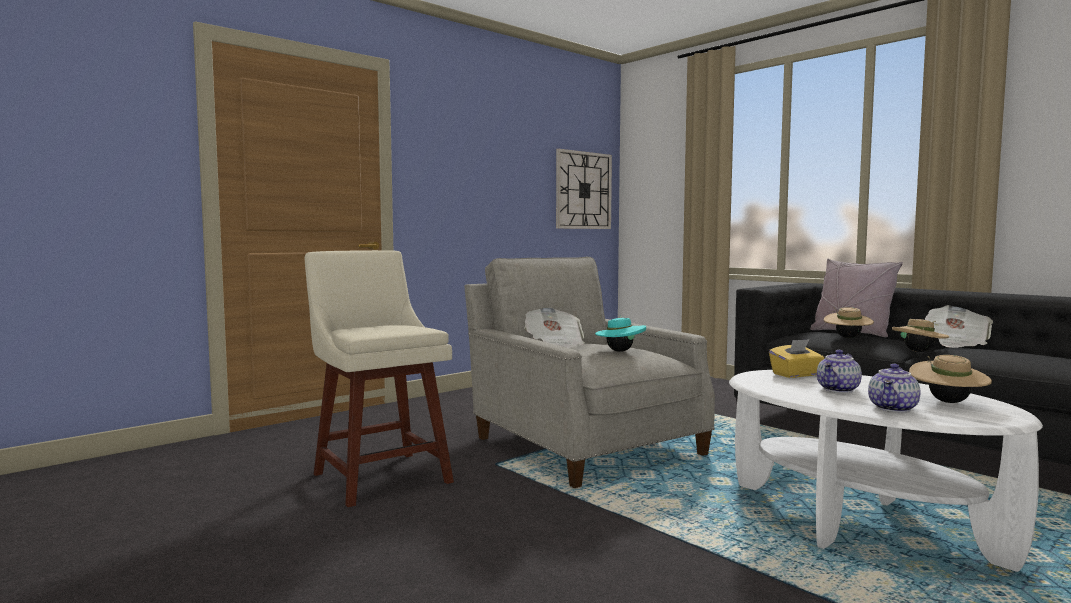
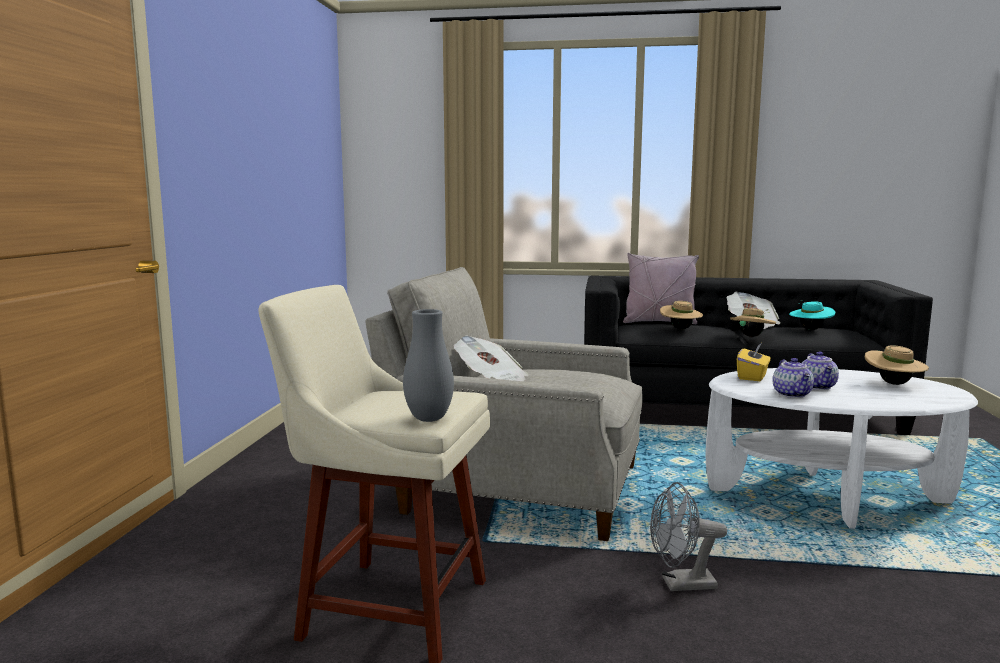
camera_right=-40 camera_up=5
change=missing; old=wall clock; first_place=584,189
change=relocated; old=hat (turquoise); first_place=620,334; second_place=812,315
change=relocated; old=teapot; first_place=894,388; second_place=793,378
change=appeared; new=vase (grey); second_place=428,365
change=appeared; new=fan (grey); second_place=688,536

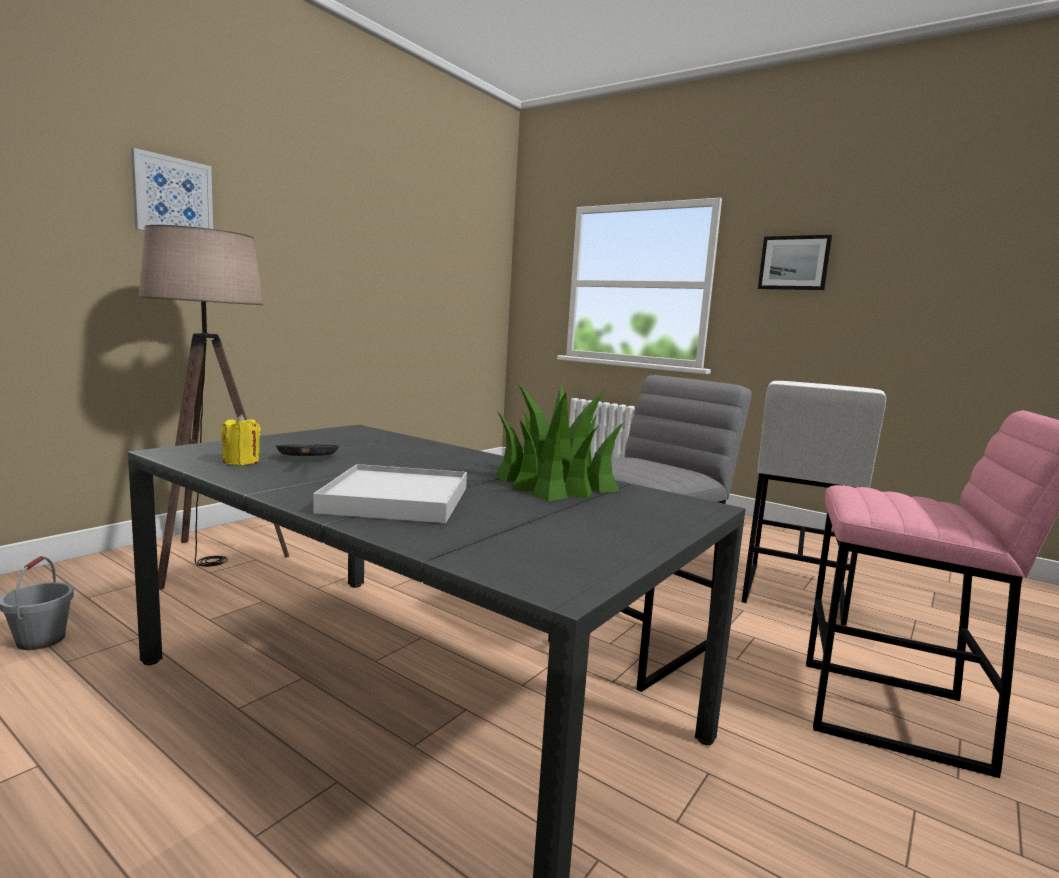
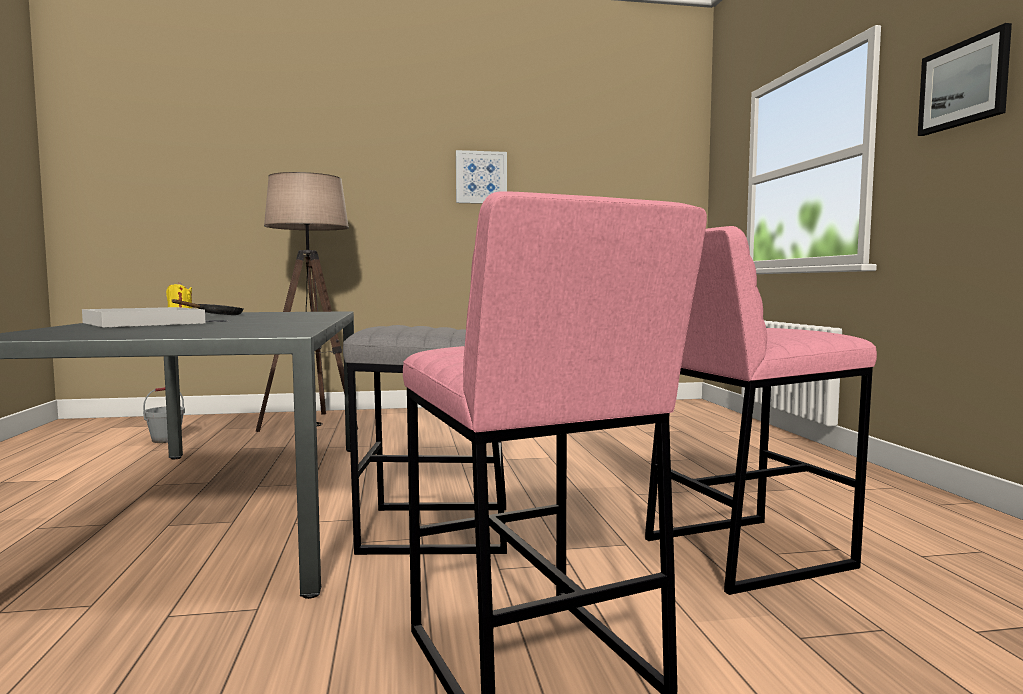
camera_right=45 camera_up=-5
change=relocated; old=picture; first_place=172,189; second_place=481,177
change=colour; old=stool (white); new=stool (pink); first_place=814,503; second_place=761,410
change=missing; old=potted plant; first_place=558,442

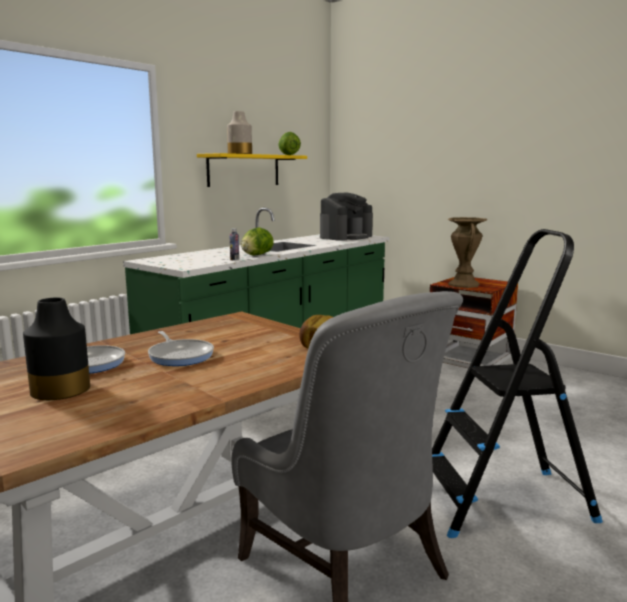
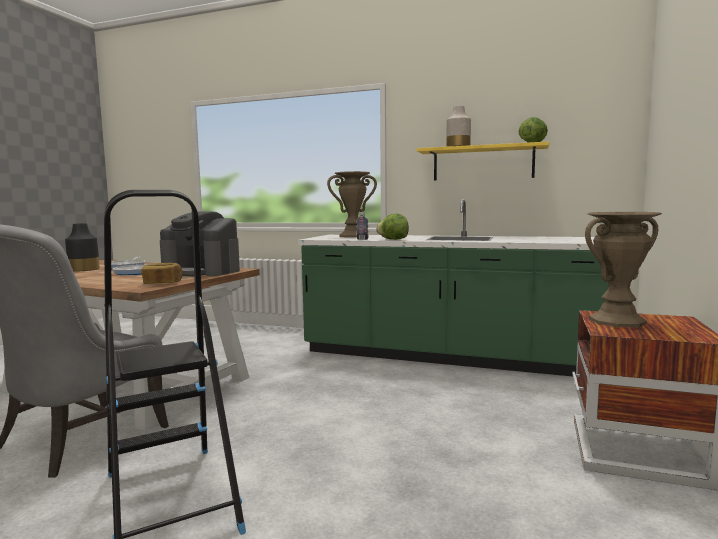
camera_right=70 camera_up=-5
change=relocated; old=coffee machine; first_place=346,216; second_place=200,243
change=appeared; new=vase (brown); second_place=352,204

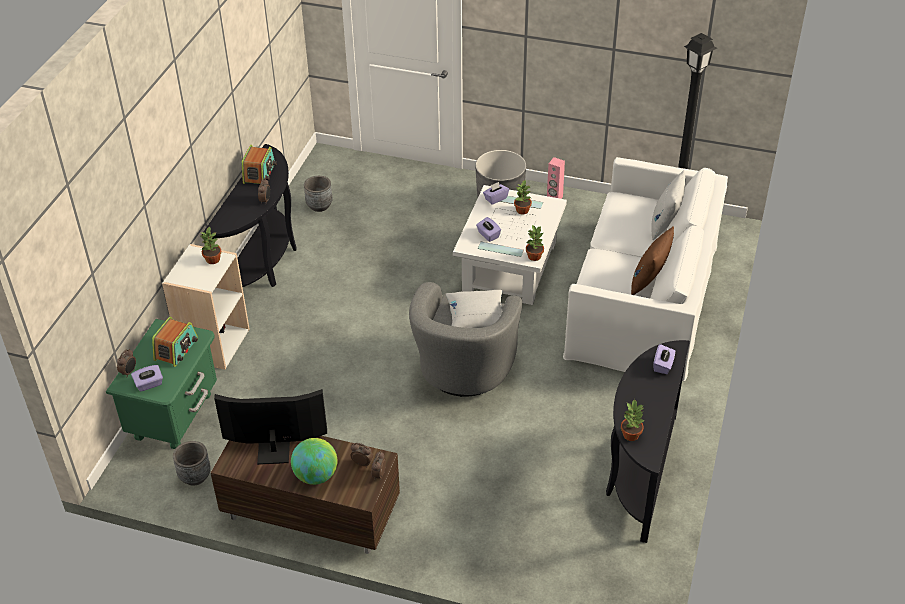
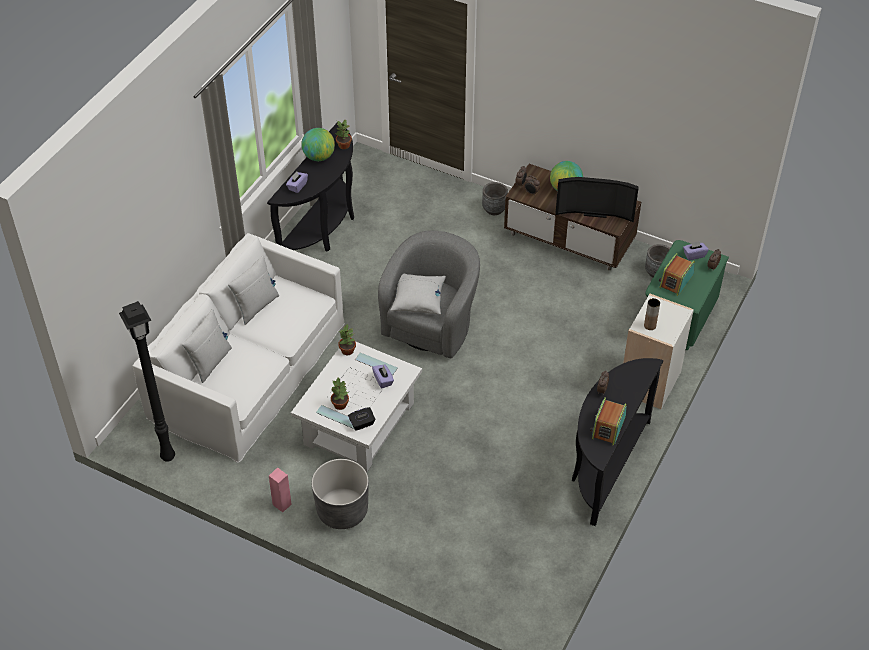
camera_right=-170 camera_up=5
change=relocated; old=planter (grey); first_place=318,194; second_place=495,198
change=colour; old=tissue box (purple); new=tissue box (black); first_place=496,193; second_place=361,419
change=colour; old=pillow (brown); new=pillow (grey); first_place=652,260; second_place=253,290
change=exchanged; old=potted plant; new=vase (brown); first_place=211,245; second_place=652,314
change=appeared; new=globe; second_place=318,144

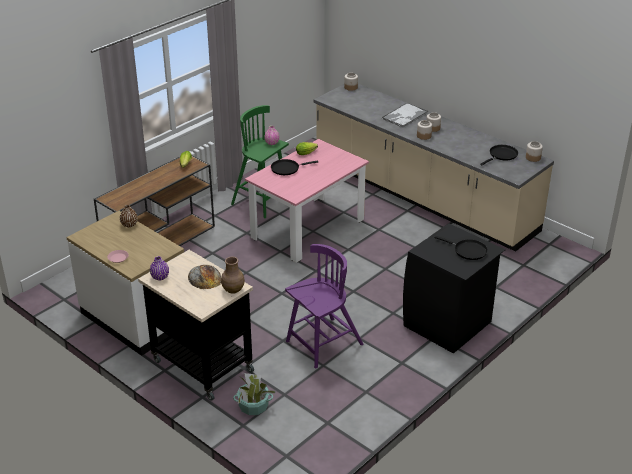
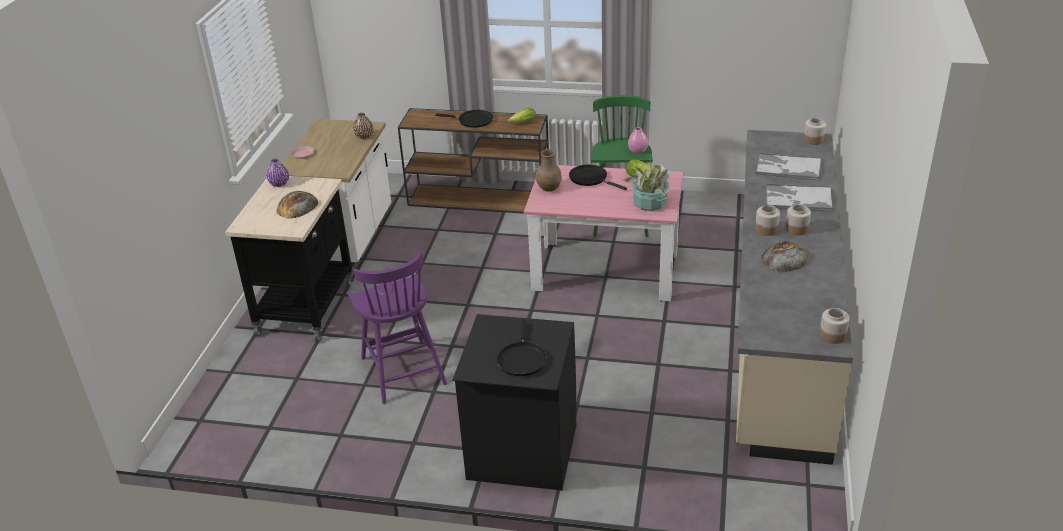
camera_right=60 camera_up=0
change=relocated; old=frying pan (black); first_place=499,155; second_place=464,119
change=spun; old=chair (purple); first_place=324,306; second_place=397,327; degrees=45
change=relocated; old=vase (brown); first_place=233,275; second_place=549,170
change=relocated; old=potted plant; first_place=254,394; second_place=646,186
change=appeared; new=tray; second_place=789,166
change=appeared; new=bread; second_place=784,256

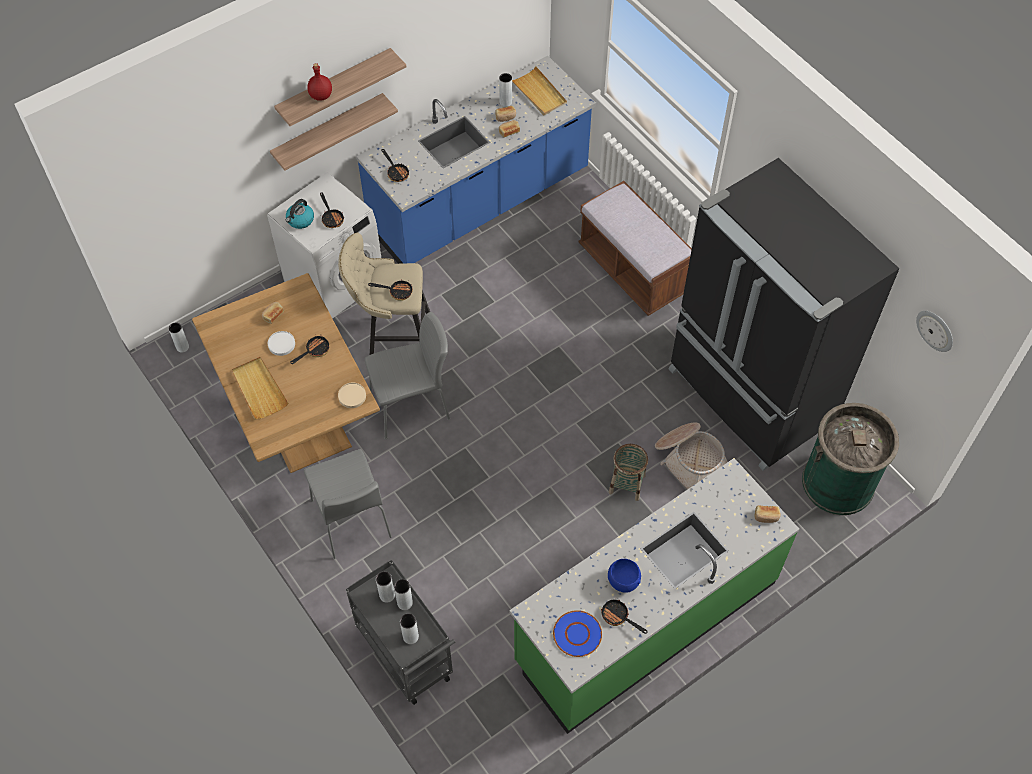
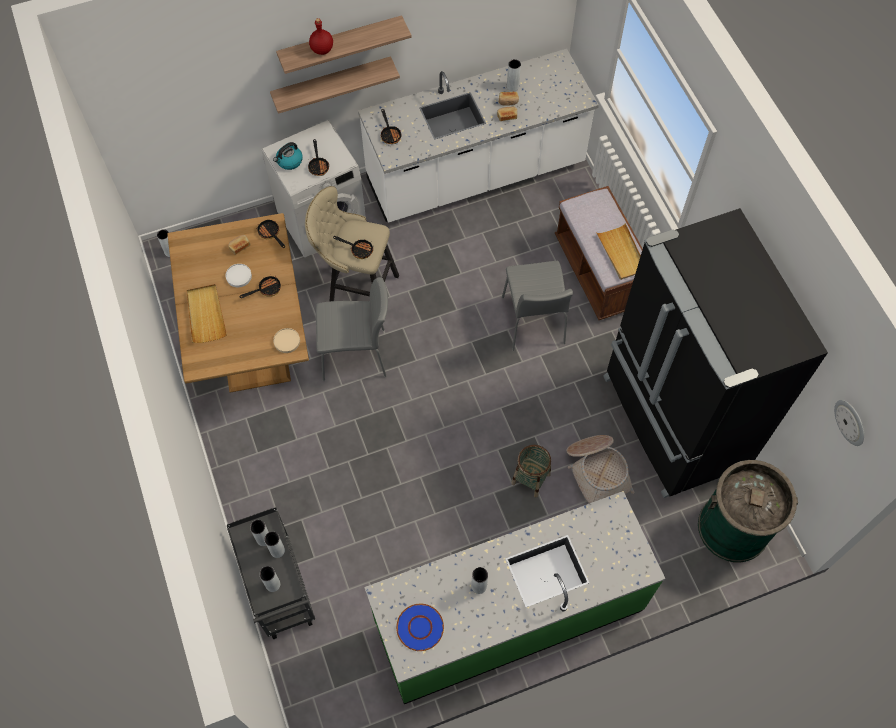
camera_right=15 camera_up=5
change=colour; old=counter (blue); new=counter (white); first_place=476,160; second_place=478,136
change=relocated; old=tray (beige); first_place=539,90; second_place=618,251
change=relocated; old=chair (grey); first_place=348,504; second_place=537,306
change=missing; old=bread; first_place=767,514
change=exchanged; old=bowl (blue); new=vase (grey); first_place=624,576; second_place=479,580
change=relocated; old=frying pan; first_place=624,617; second_place=270,233

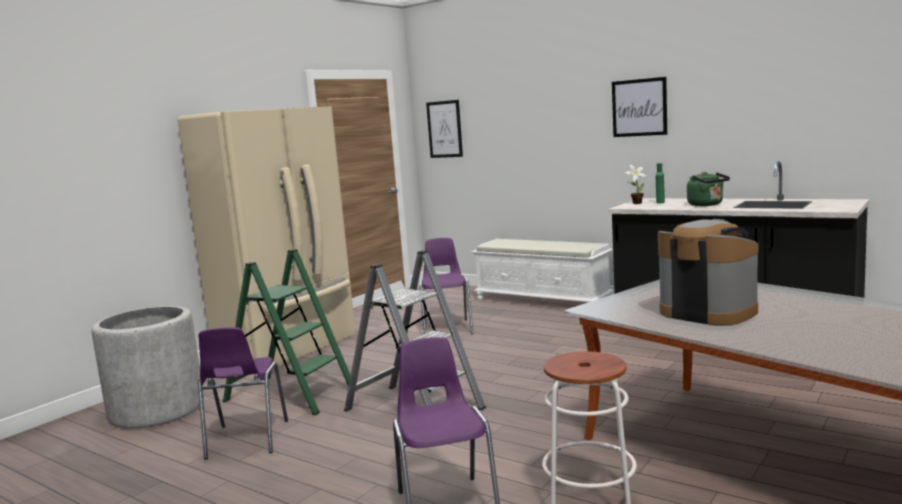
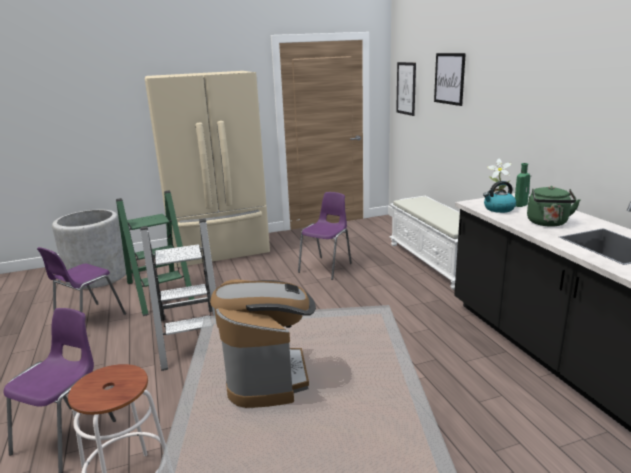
camera_right=35 camera_up=10
change=relocated; old=picture; first_place=639,107; second_place=450,79
change=appeared; new=kettle; second_place=499,197

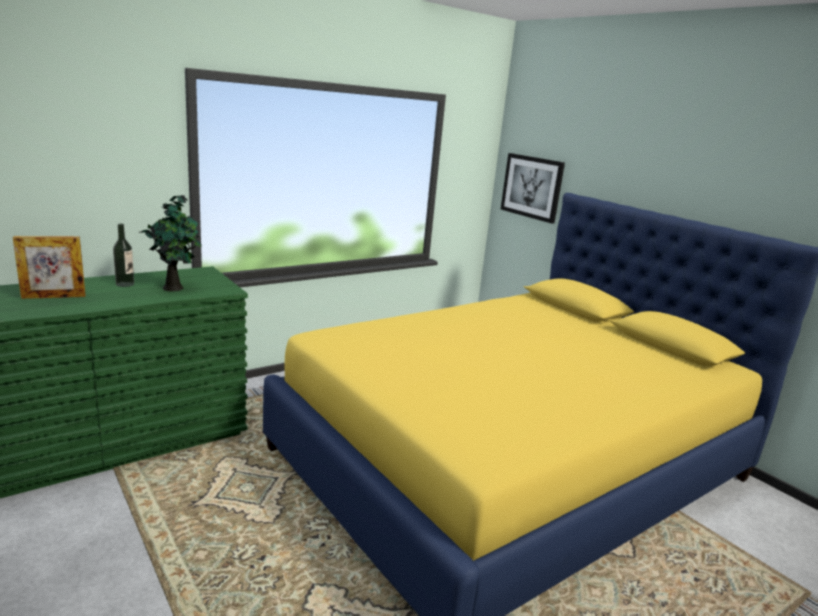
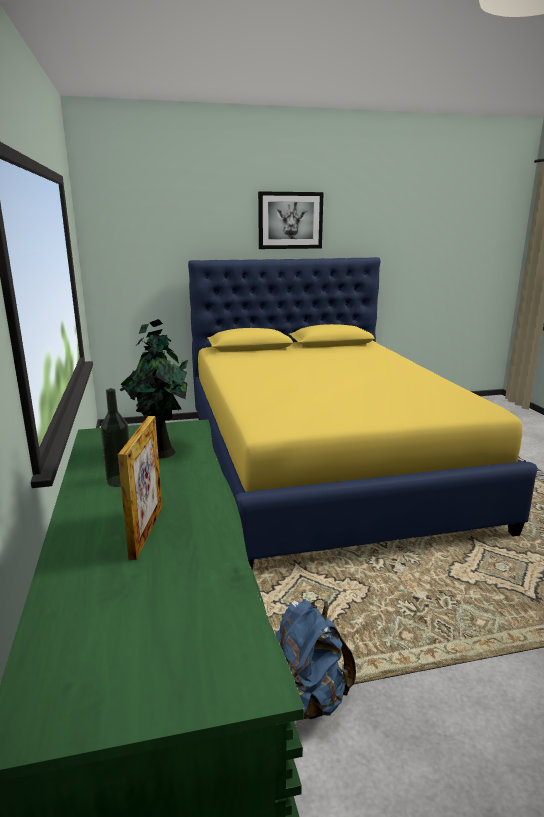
camera_right=-65 camera_up=0
change=relocated; old=picture; first_place=533,188; second_place=291,220
change=appeared; new=backpack (blue); second_place=315,659

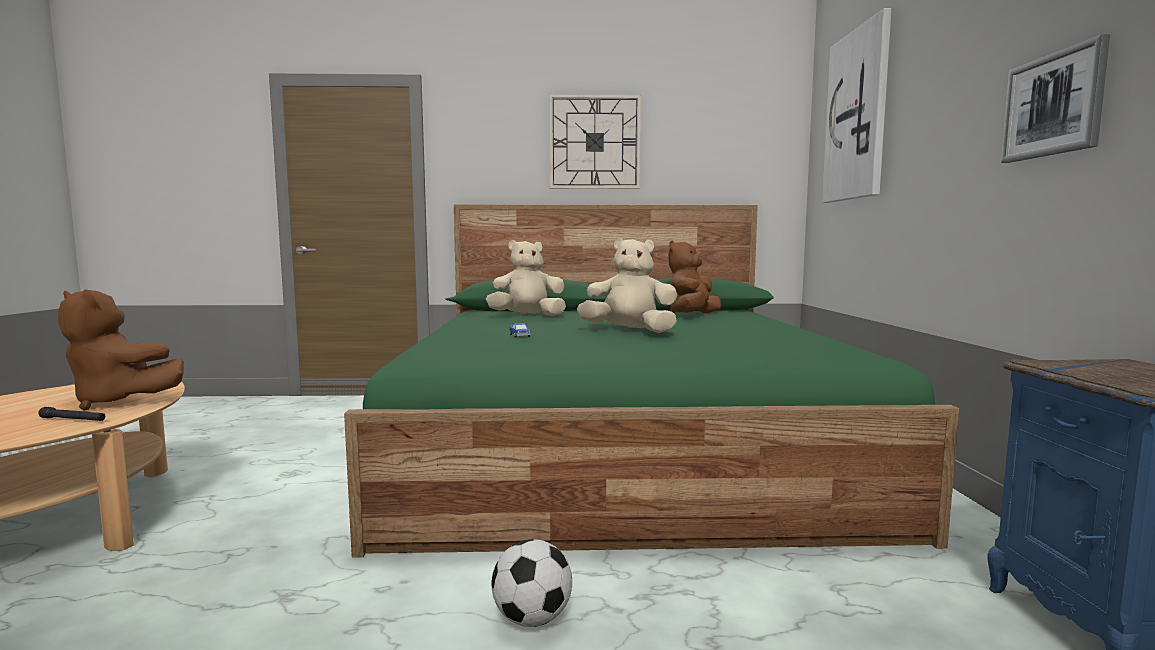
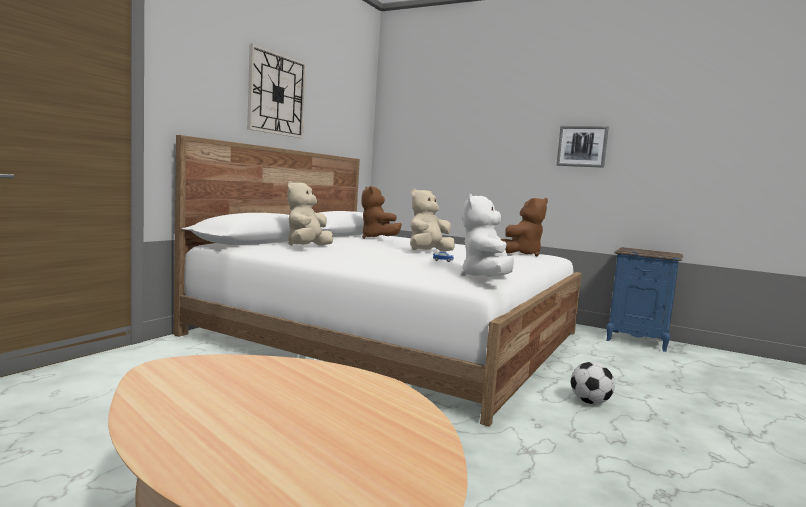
camera_right=-60 camera_up=0
change=missing; old=picture; first_place=857,105
change=colour; old=bed (green); new=bed (white); first_place=651,381; second_place=378,281
change=relocated; old=plush toy (brown); first_place=121,350; second_place=524,227
change=missing; old=flashlight (black); first_place=71,414
change=appeared; new=plush toy (white); second_place=487,235

